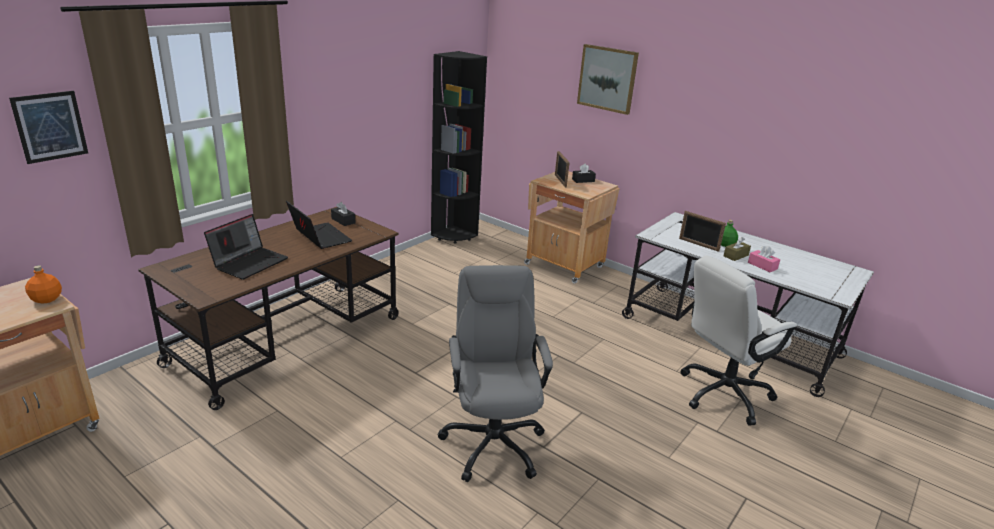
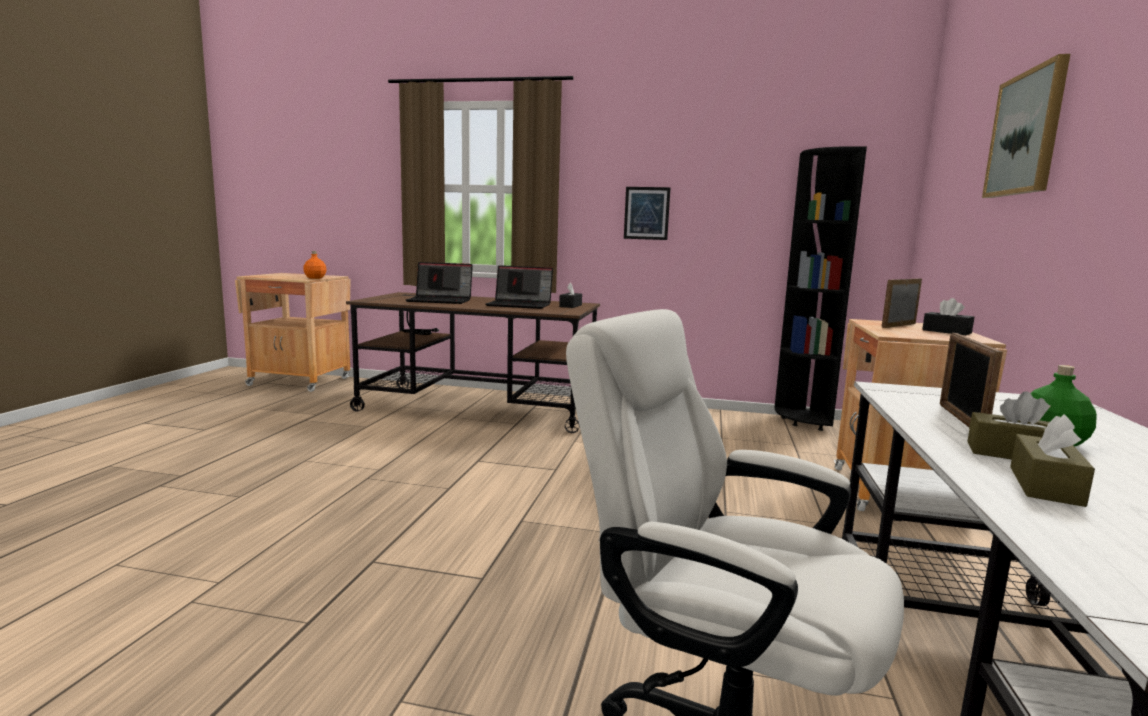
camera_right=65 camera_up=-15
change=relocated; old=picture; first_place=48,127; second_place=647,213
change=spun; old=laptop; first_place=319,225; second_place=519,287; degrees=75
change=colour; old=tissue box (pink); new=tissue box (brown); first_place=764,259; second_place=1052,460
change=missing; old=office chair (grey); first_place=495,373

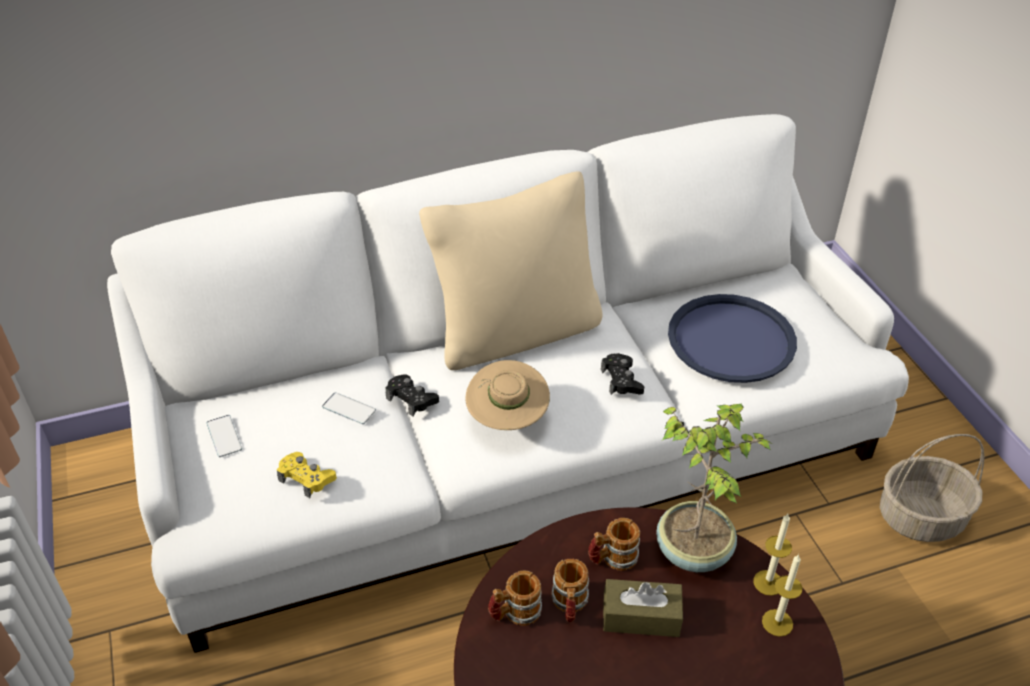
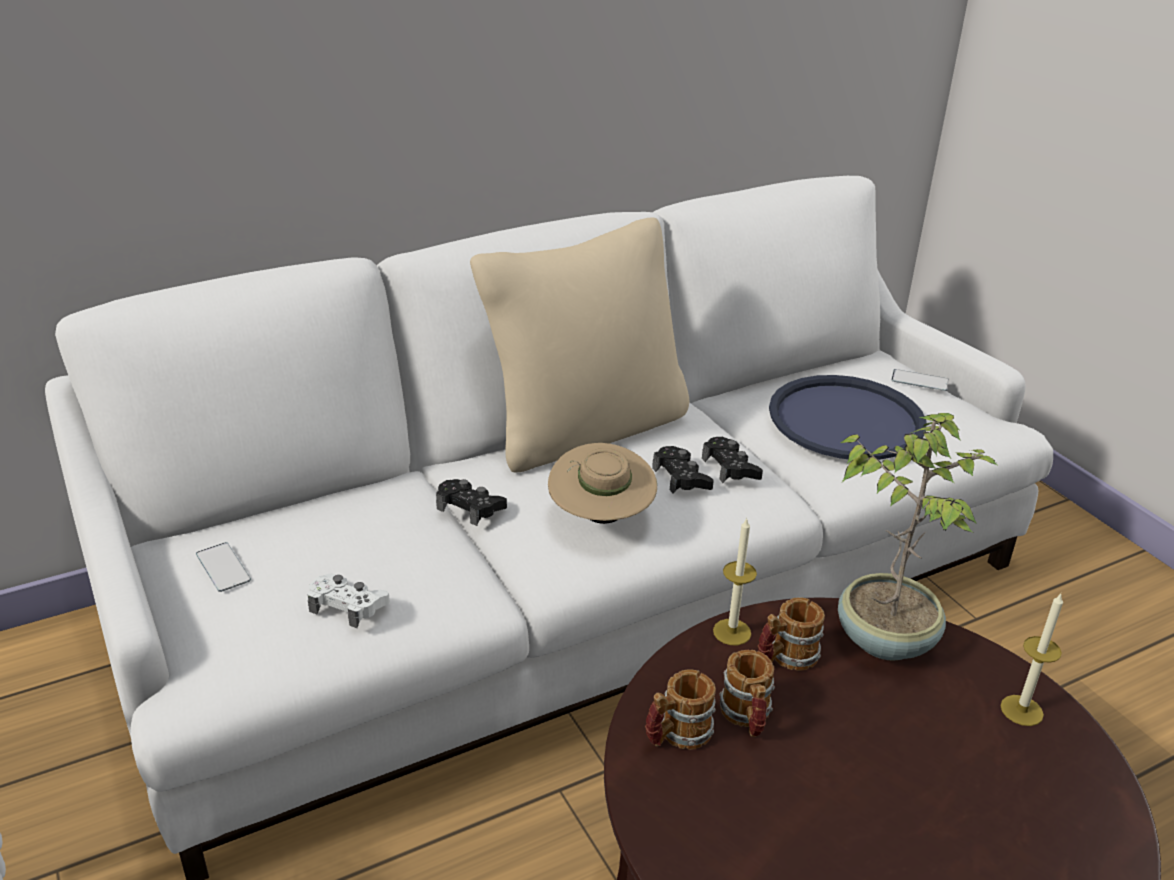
camera_right=-10 camera_up=-10
change=relocated; old=phone; first_place=349,408; second_place=920,380
change=missing; old=basket; first_place=932,488
change=colour; old=game controller (yellow); new=game controller (white); first_place=307,475; second_place=348,601
change=relocated; old=candle; first_place=772,555; second_place=735,581
change=missing; old=tissue box (brown); first_place=643,608
change=appeared; new=game controller (black); second_place=683,470

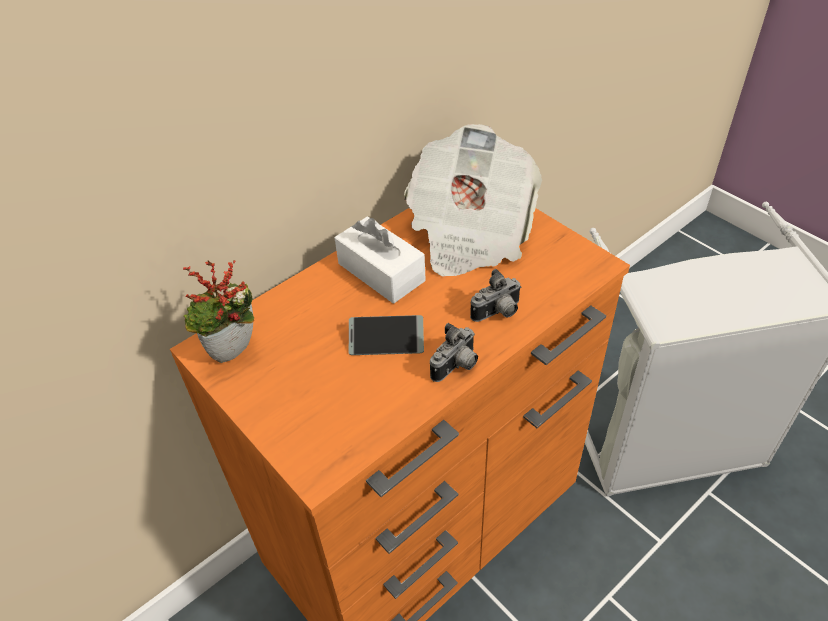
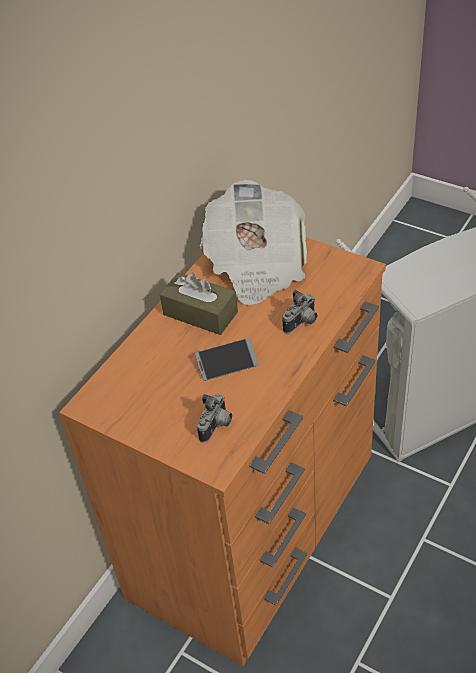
camera_right=-15 camera_up=0
change=colour; old=tissue box (white); new=tissue box (brown); first_place=380,260; second_place=199,303
change=missing; old=potted plant; first_place=218,311
change=relocated; old=photo camera; first_place=454,352; second_place=214,418

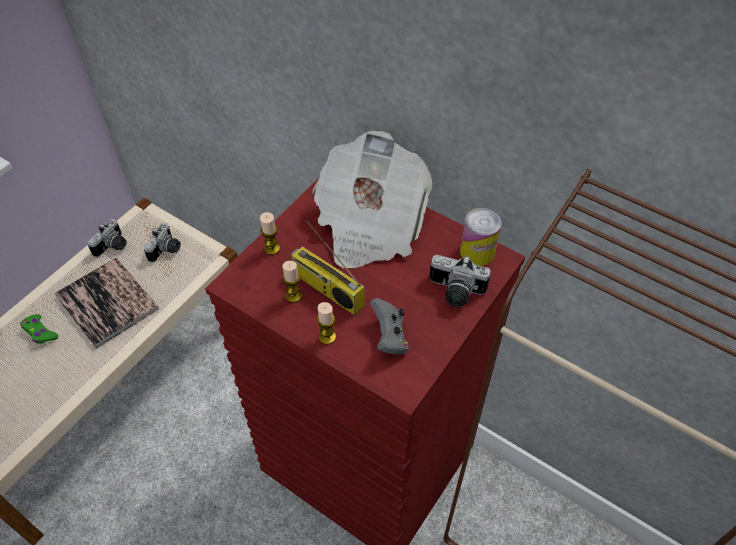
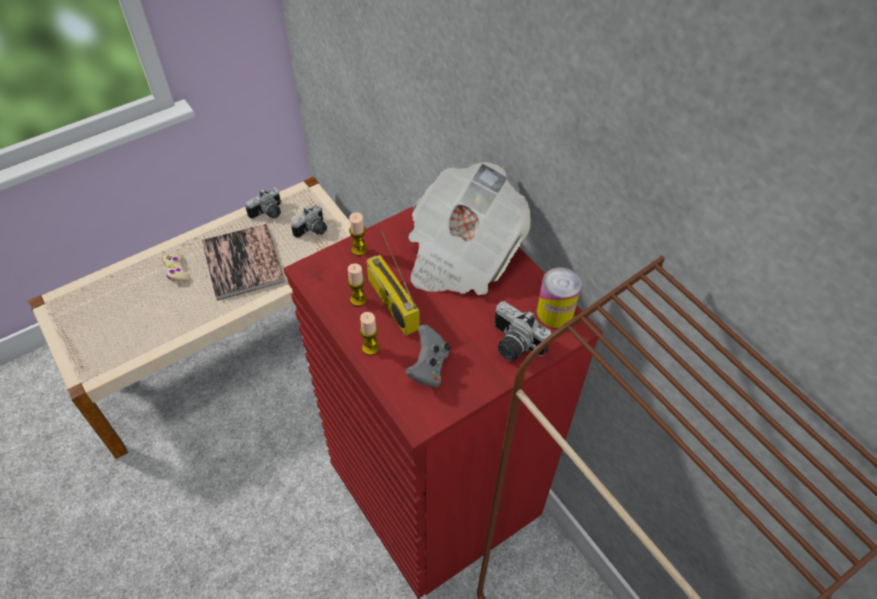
camera_right=20 camera_up=0
change=colour; old=game controller (green); new=game controller (beige); first_place=39,329; second_place=176,268

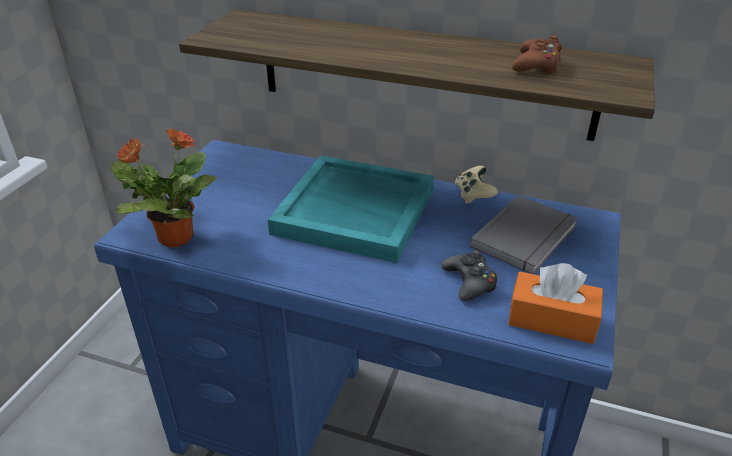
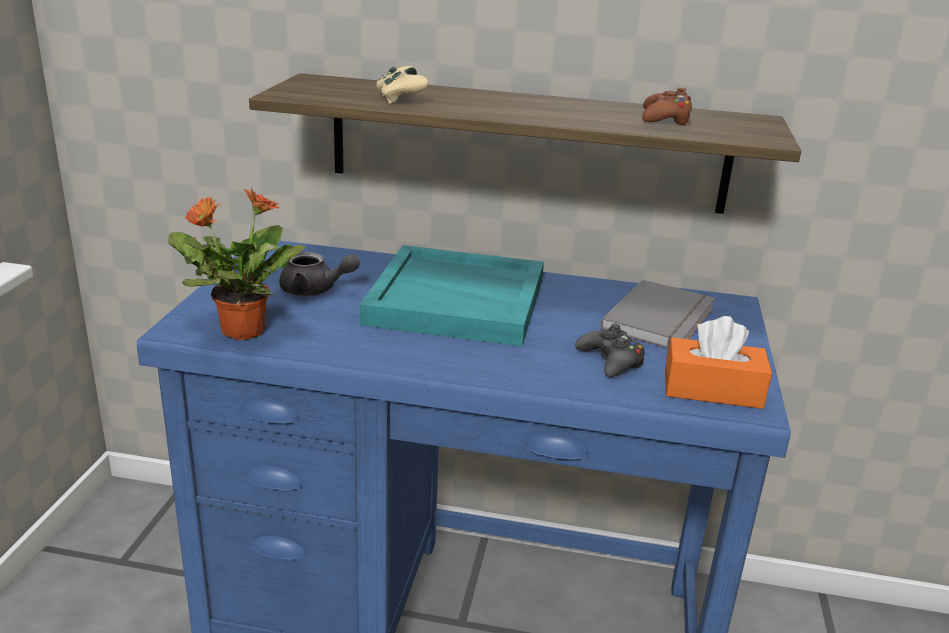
camera_right=-10 camera_up=-10
change=relocated; old=game controller (beige); first_place=476,184; second_place=402,85
change=appeared; new=teapot (grey); second_place=319,274

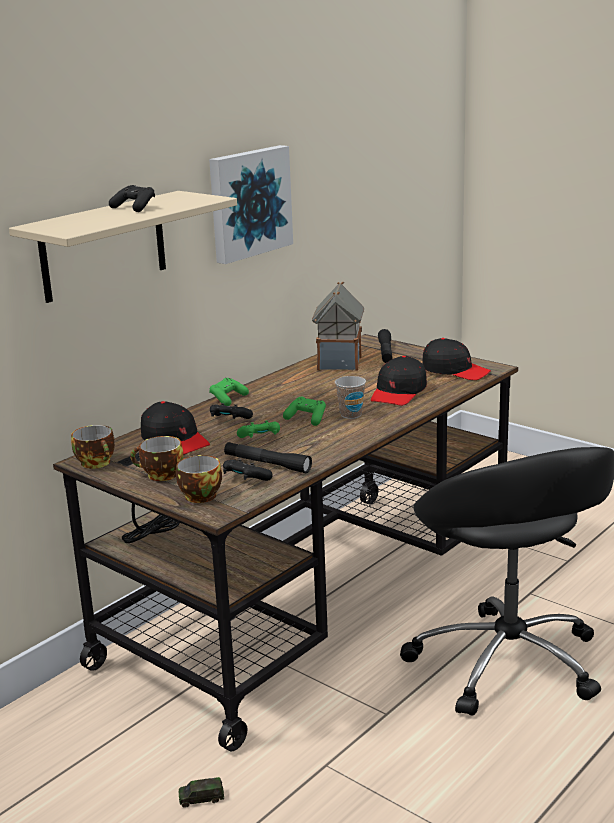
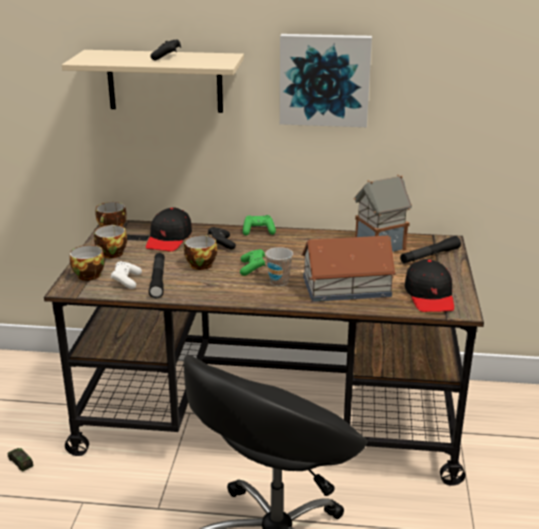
camera_right=55 camera_up=5
change=exchanged; old=cap (black); new=toy house; first_place=399,381; second_place=348,269
change=exchanged; old=game controller (green); new=cup; first_place=258,429; second_place=200,252
change=colour; old=game controller (black); new=game controller (white); first_place=248,470; second_place=126,275

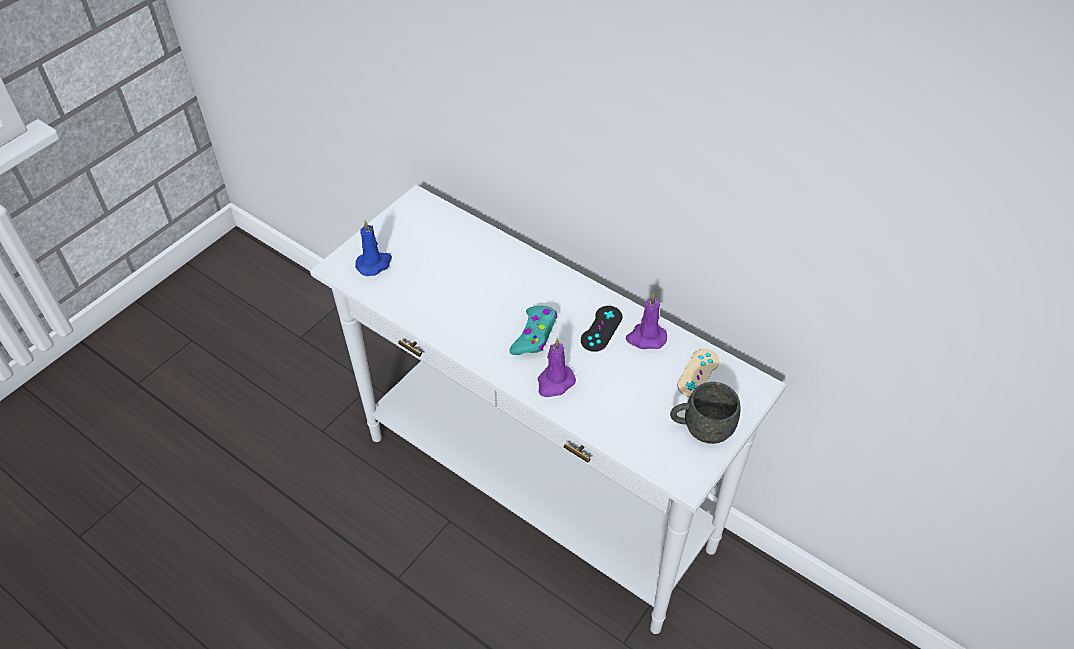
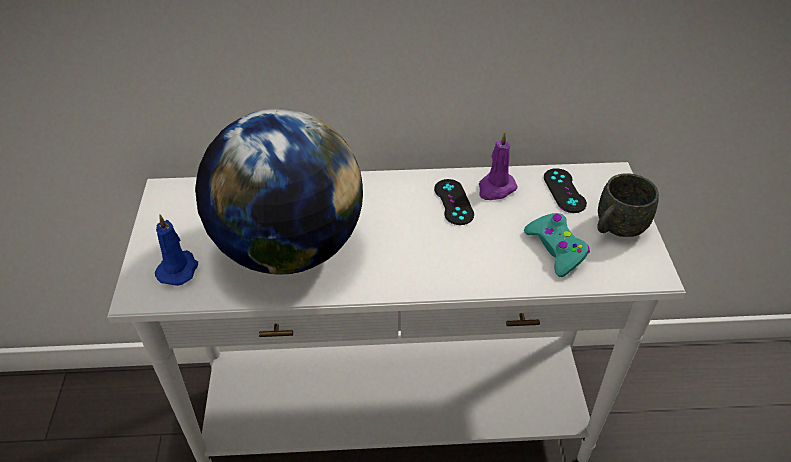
camera_right=-40 camera_up=-5
change=relocated; old=game controller (turquoise); first_place=533,330; second_place=557,245
change=missing; old=candle (purple); first_place=557,367
change=colour; old=game controller (beige); new=game controller (black); first_place=698,373; second_place=565,190
change=appeared; new=globe; second_place=279,192

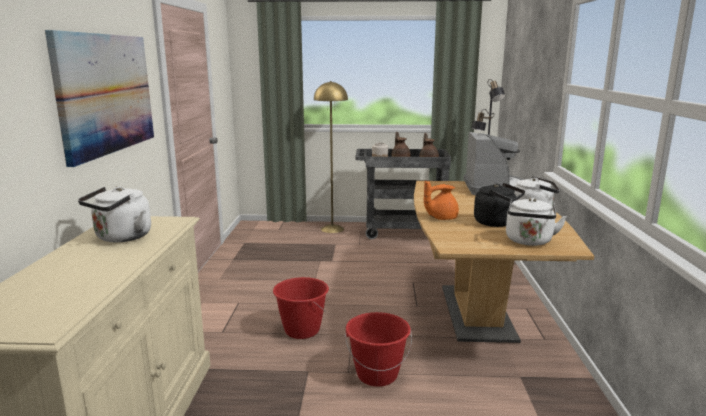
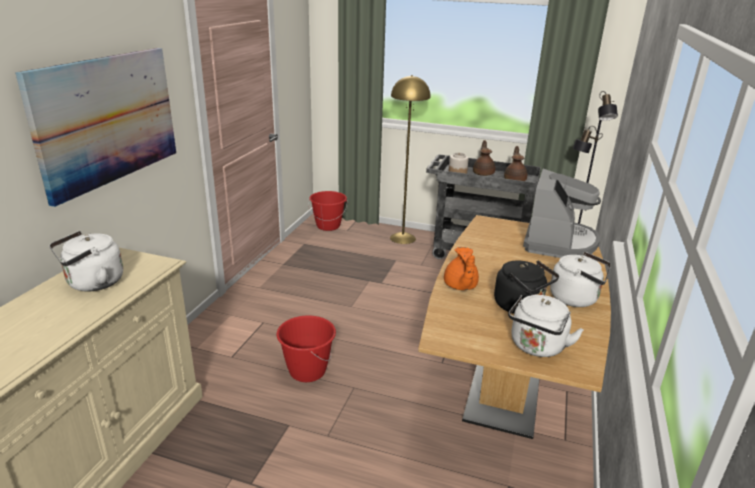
camera_right=15 camera_up=10
change=spun; old=teapot (orange); first_place=441,200; second_place=461,268; degrees=-90
change=relocated; old=bucket (red); first_place=378,349; second_place=328,211

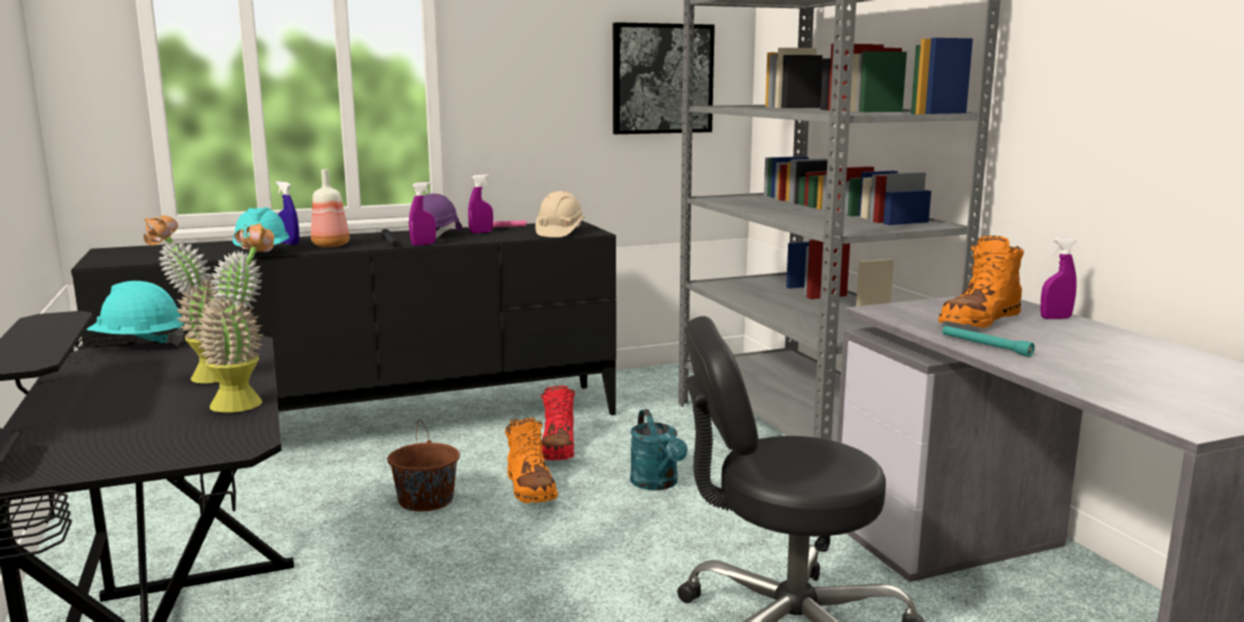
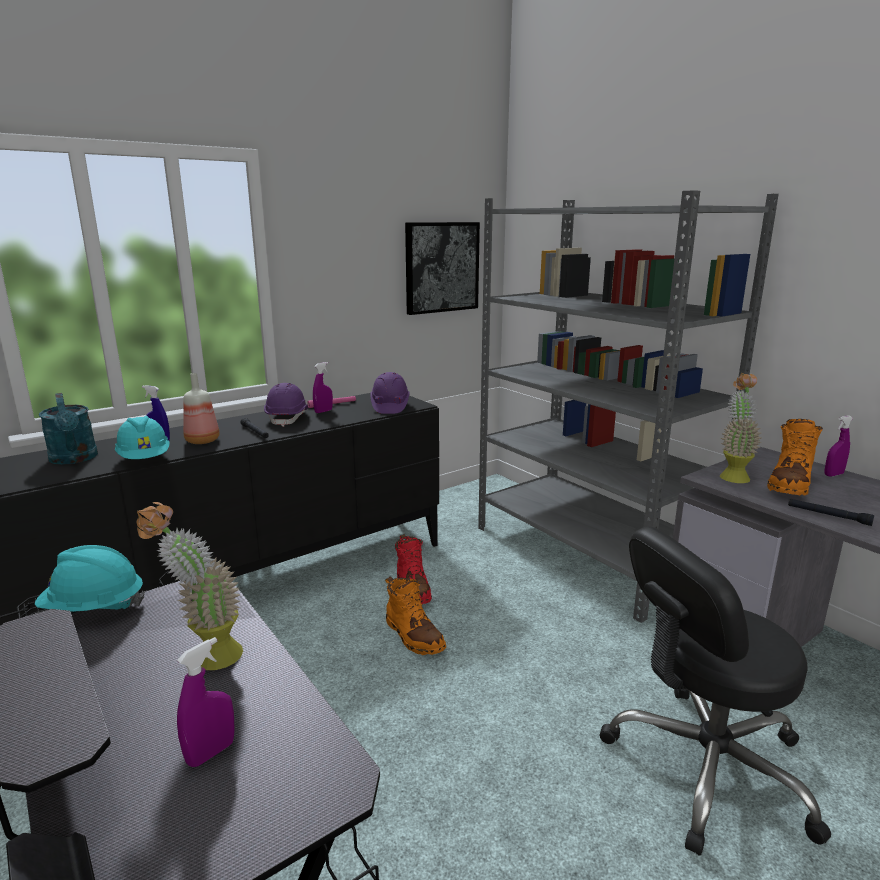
camera_right=-15 camera_up=5
change=relocated; old=spray bottle (purple); first_place=422,214; second_place=206,702
change=colour; old=hard hat (beige); new=hard hat (purple); first_place=560,214; second_place=389,393
change=relocated; old=potted plant; first_place=235,318; second_place=741,428
change=colour; old=flashlight (turquoise); new=flashlight (black); first_place=988,341; second_place=831,512
change=relocated; old=watering can (turquoise); first_place=659,449; second_place=68,429
change=missing; old=bucket (brown); first_place=423,465

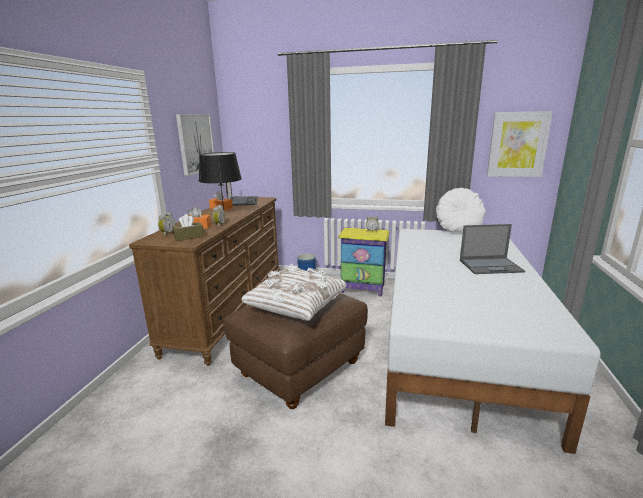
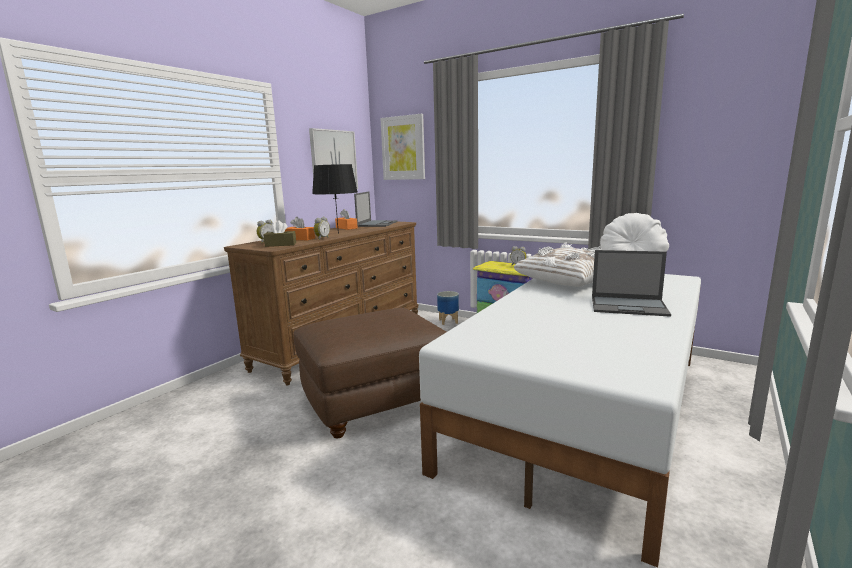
camera_right=20 camera_up=-5
change=relocated; old=picture; first_place=520,144; second_place=402,147
change=relocated; old=pillow (white); first_place=294,292; second_place=558,264

